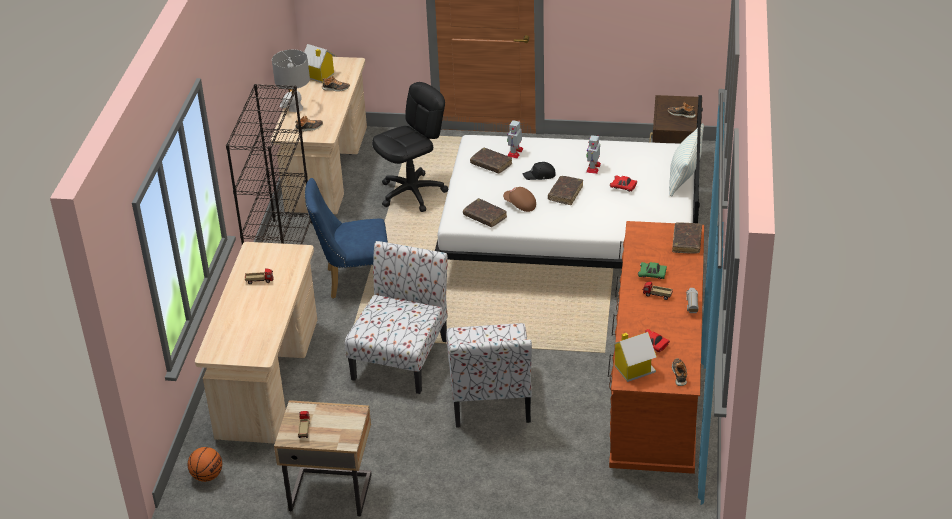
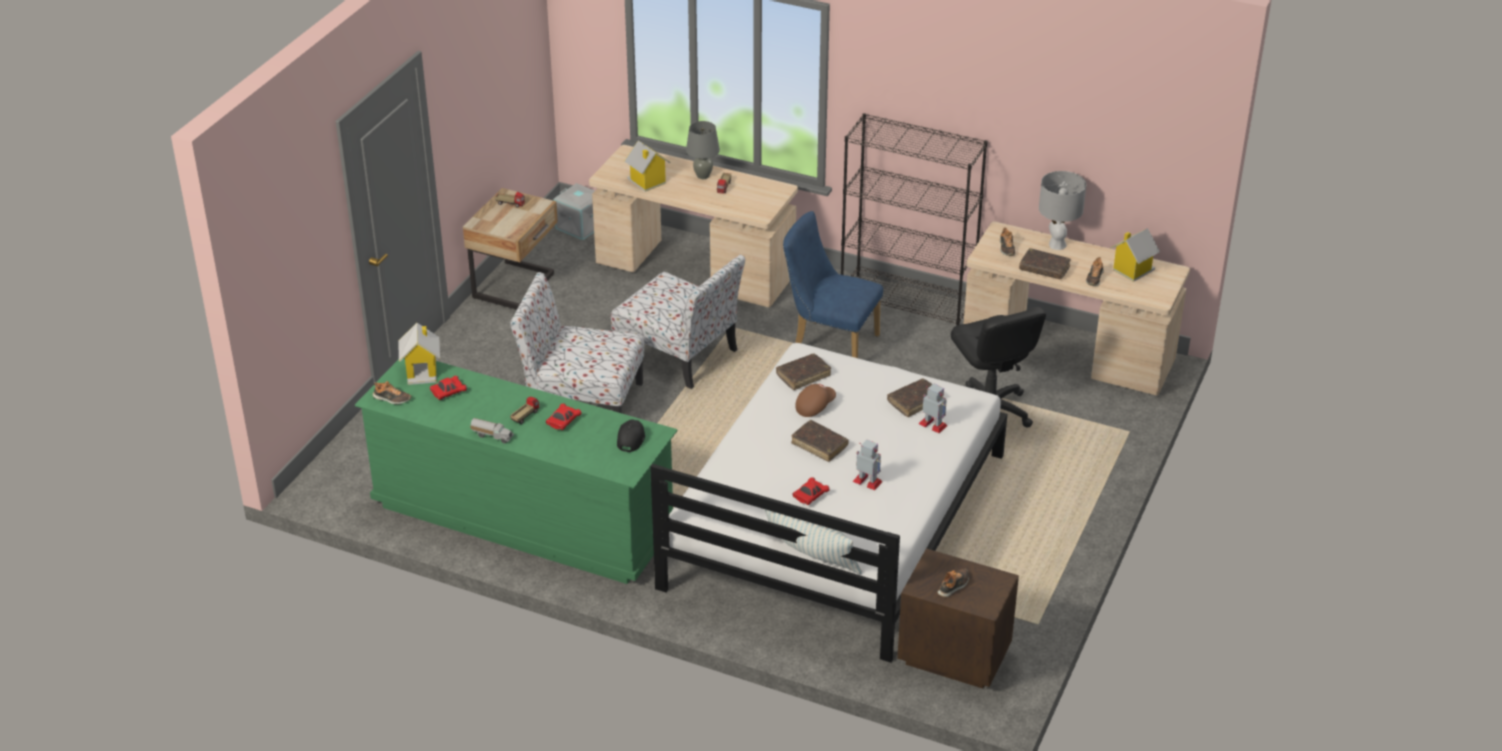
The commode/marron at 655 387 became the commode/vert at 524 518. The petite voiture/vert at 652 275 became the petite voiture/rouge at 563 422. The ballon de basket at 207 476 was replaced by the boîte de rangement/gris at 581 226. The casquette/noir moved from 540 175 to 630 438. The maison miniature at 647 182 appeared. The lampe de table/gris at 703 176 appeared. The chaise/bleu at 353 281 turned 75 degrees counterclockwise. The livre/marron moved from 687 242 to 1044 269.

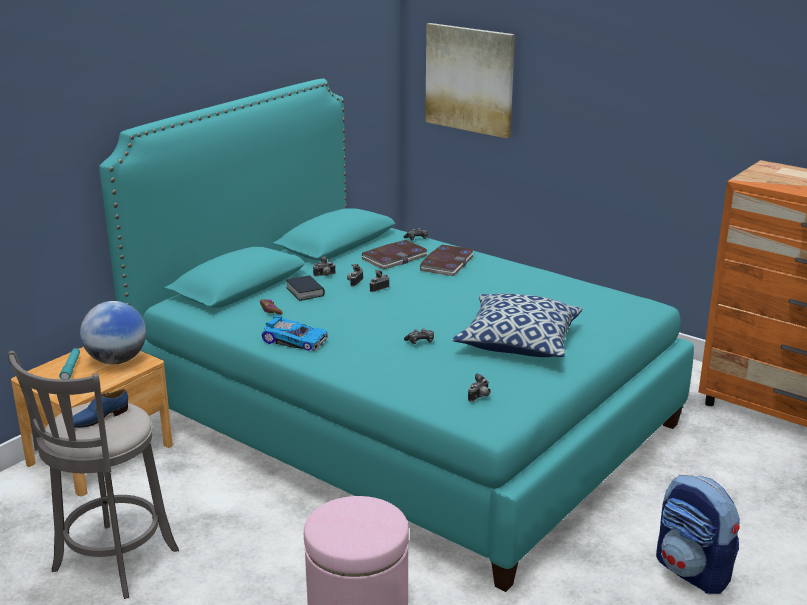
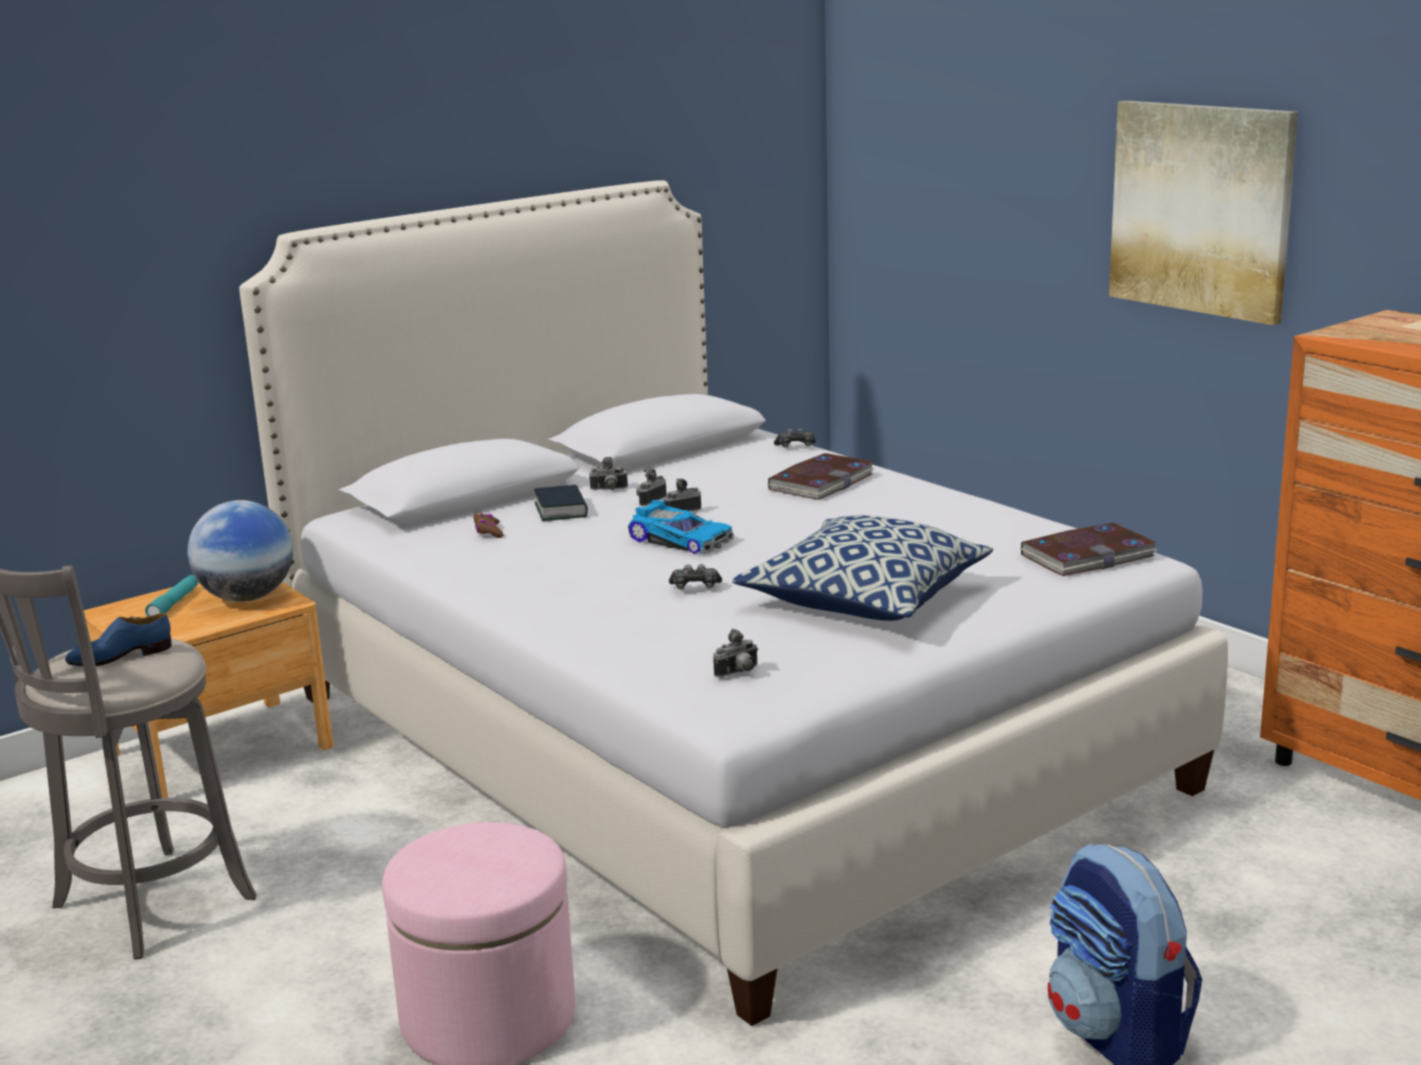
The lit/turquoise at 402 419 became the lit/blanc at 716 740. The petite voiture moved from 295 340 to 682 539. The livre moved from 394 257 to 1087 555. The tableau moved from 469 79 to 1201 209.

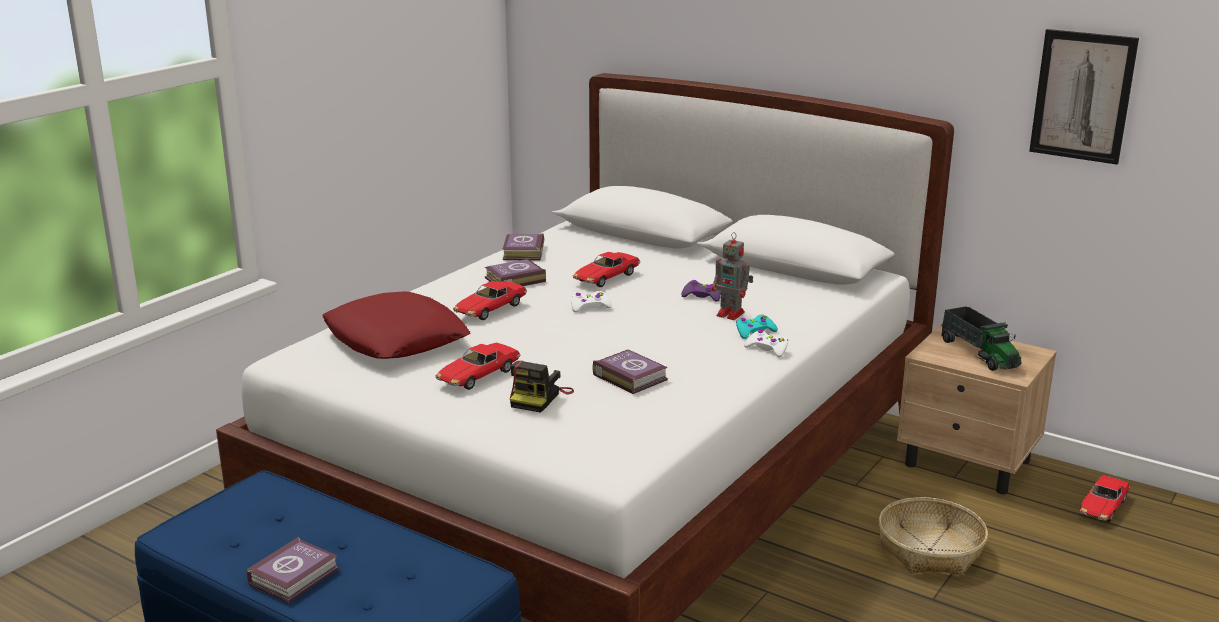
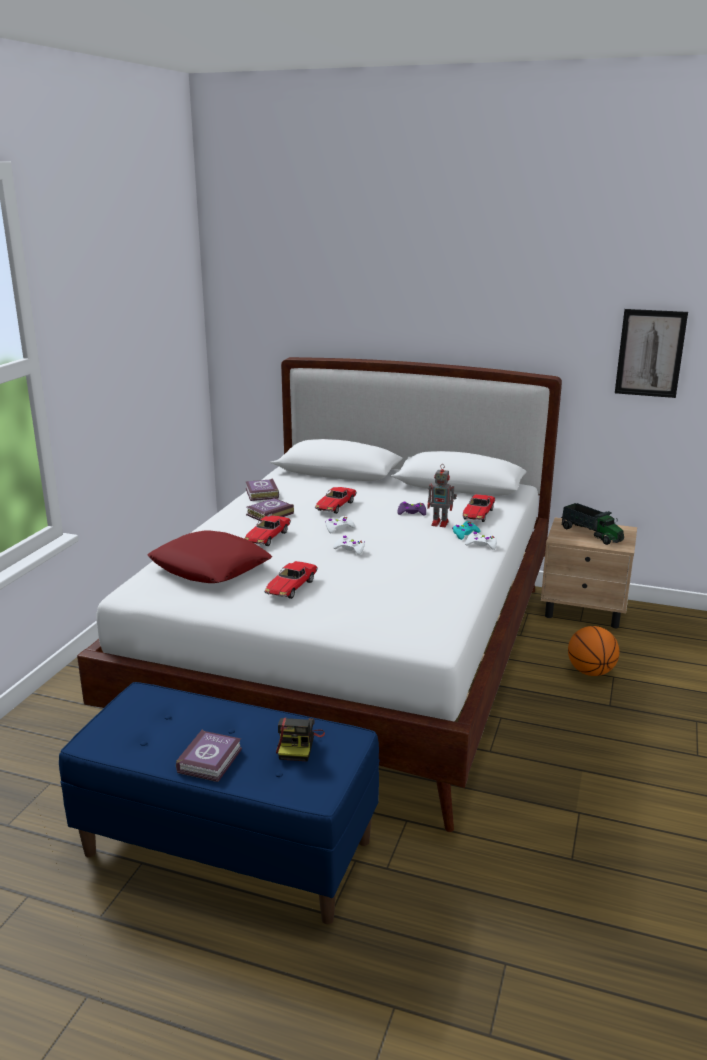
The appareil photo moved from 539 398 to 298 744. The manette/blanc at 350 549 appeared. The petite voiture moved from 1102 507 to 478 514. The panier at 930 549 was replaced by the ballon de basket at 590 672. The livre at 630 376 disappeared.

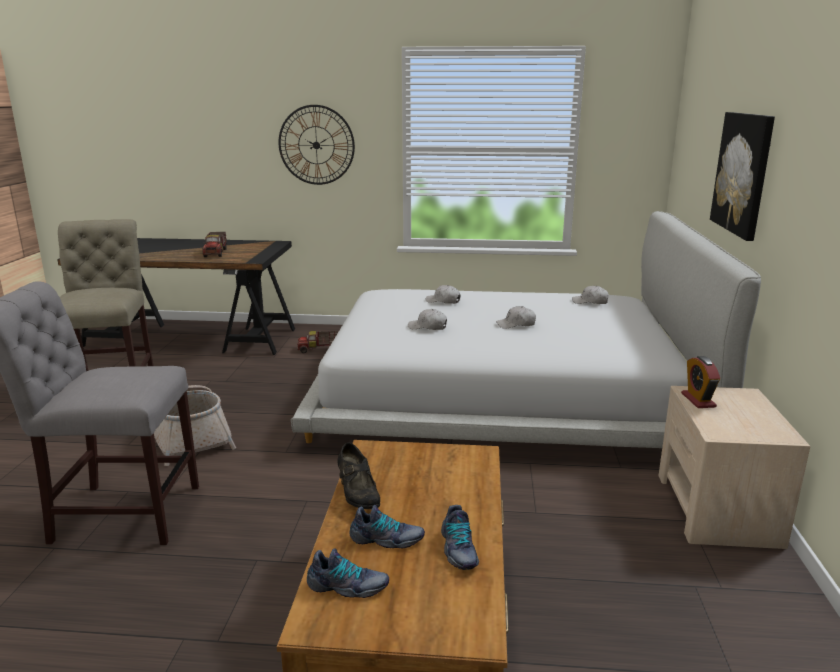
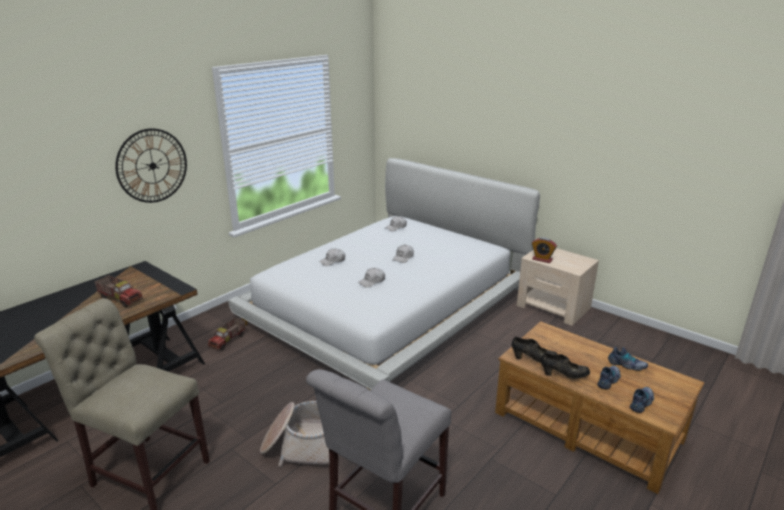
The chaussure/noir at 533 359 appeared. The tableau at 743 173 disappeared.

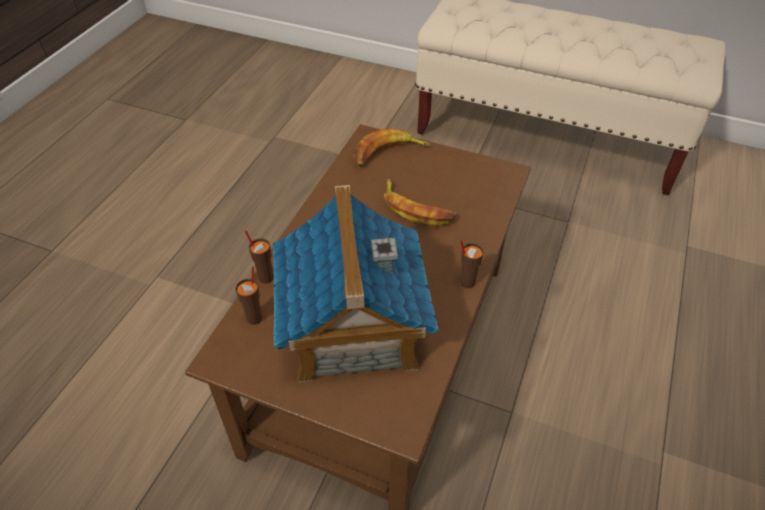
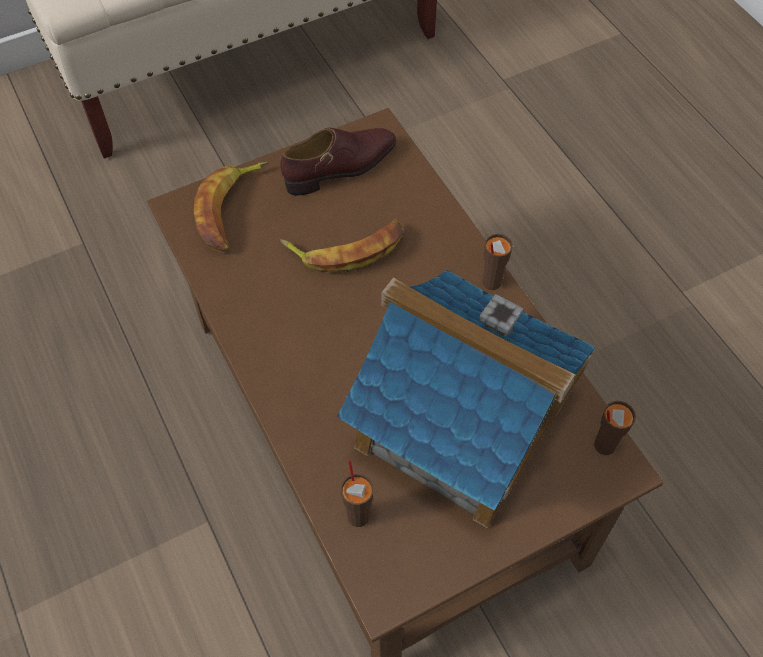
The chaussure/marron at 341 167 appeared. The tasse/marron moved from 265 277 to 603 445.

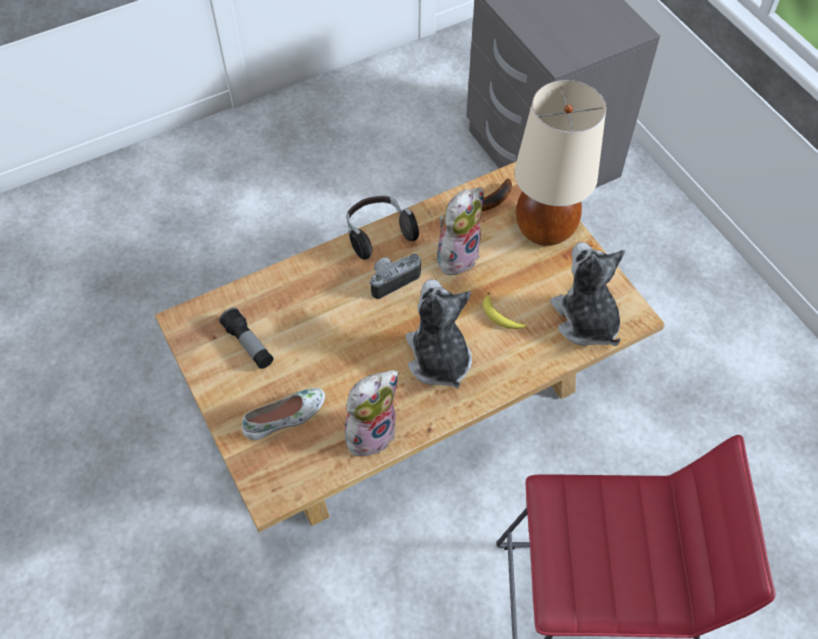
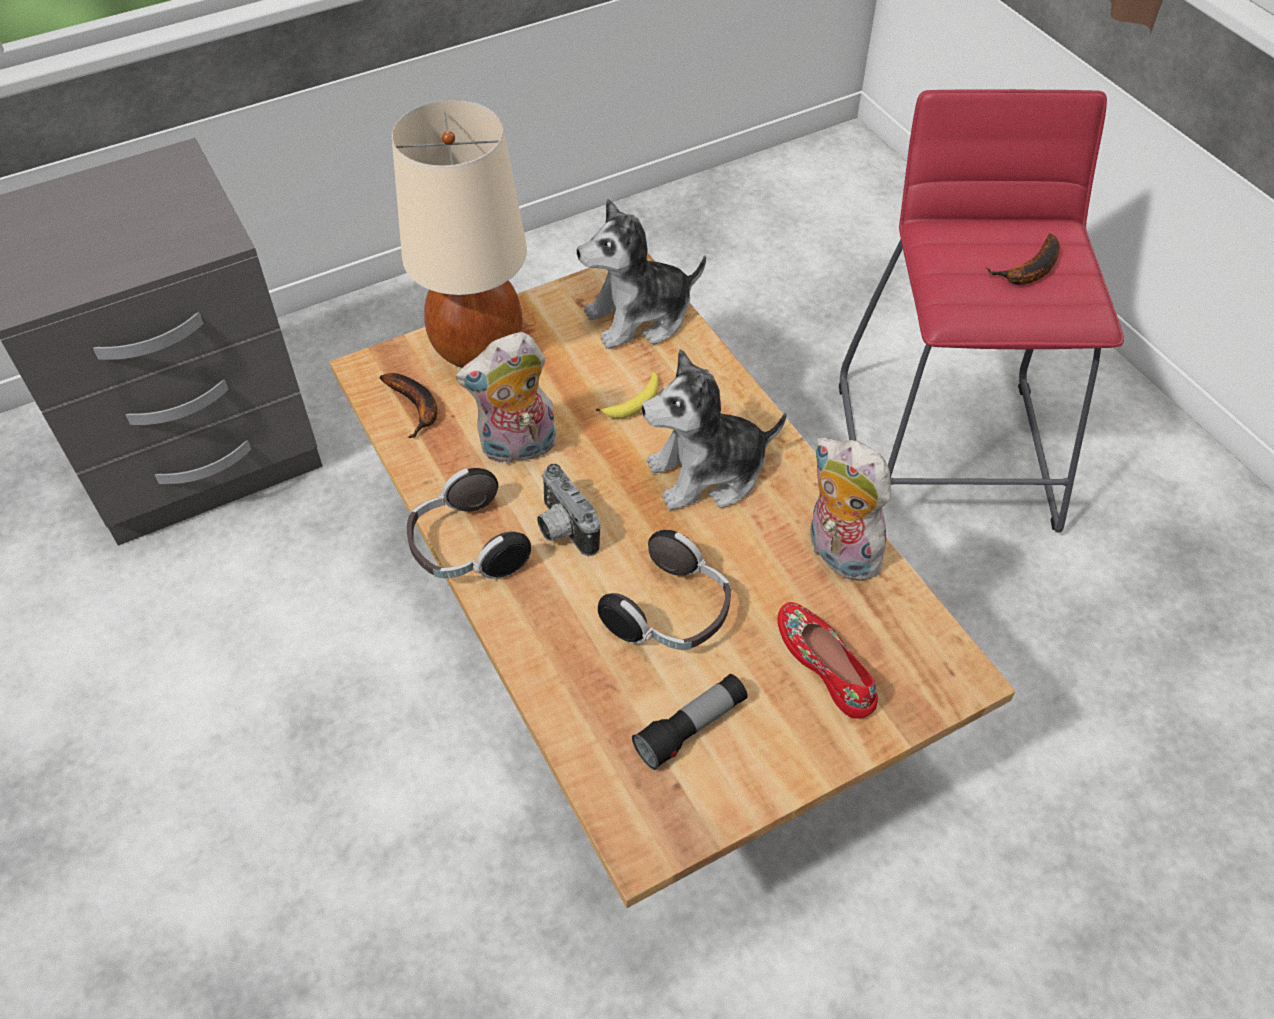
The peluche at 456 255 turned 60 degrees counterclockwise. The casque audio at 671 614 appeared. The chaussure/blanc at 285 417 became the chaussure/rouge at 826 664. The banane at 1030 271 appeared.

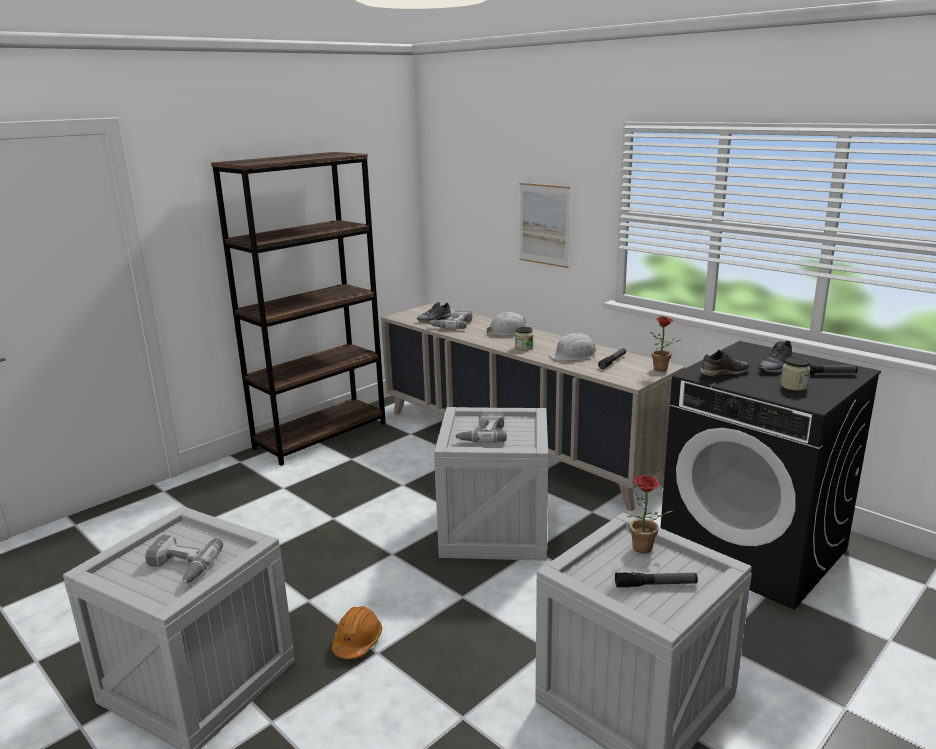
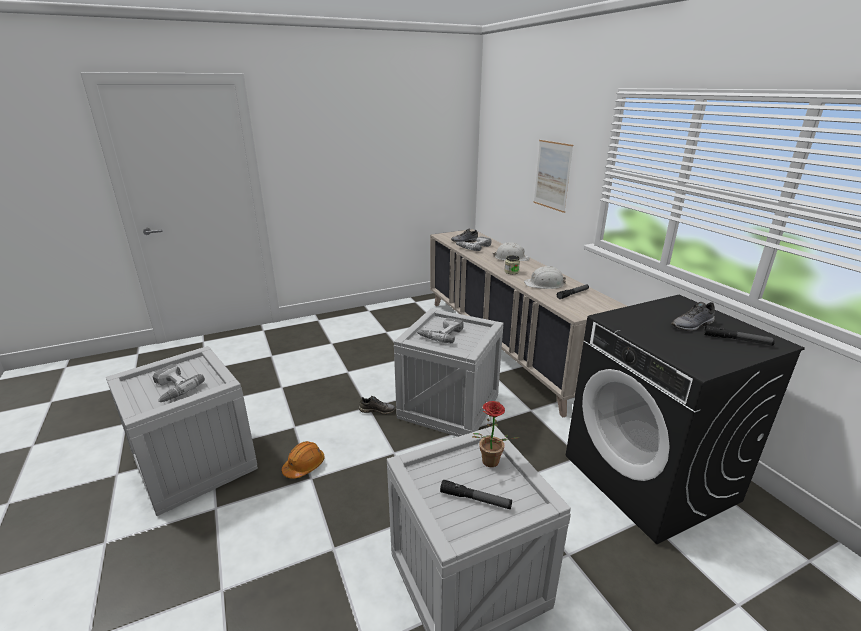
The chaussure/gris moved from 723 373 to 377 410. The bibliothèque/marron at 321 435 disappeared. The plante en pot at 663 369 disappeared. The bocal at 793 386 disappeared.

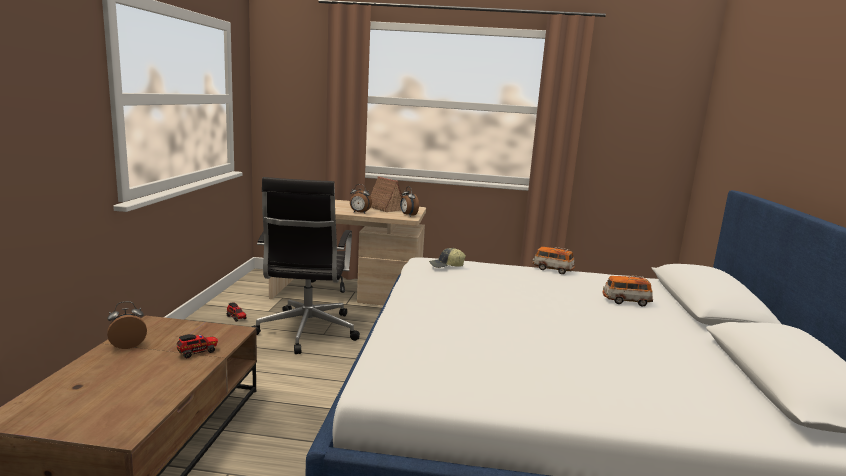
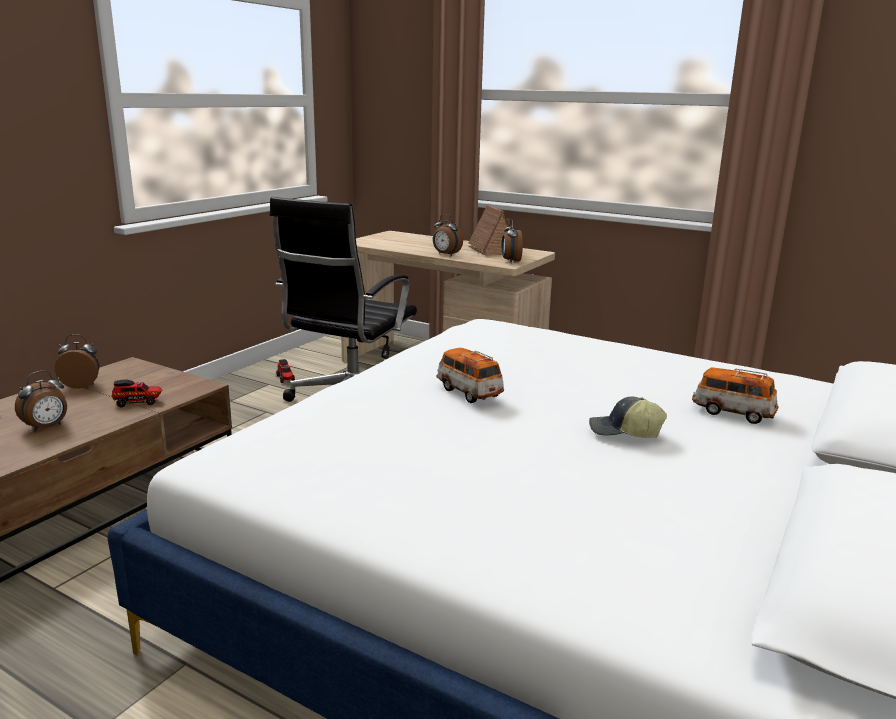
The réveil at 47 427 appeared. The petite voiture moved from 552 269 to 469 392. The casquette moved from 446 266 to 624 432.

